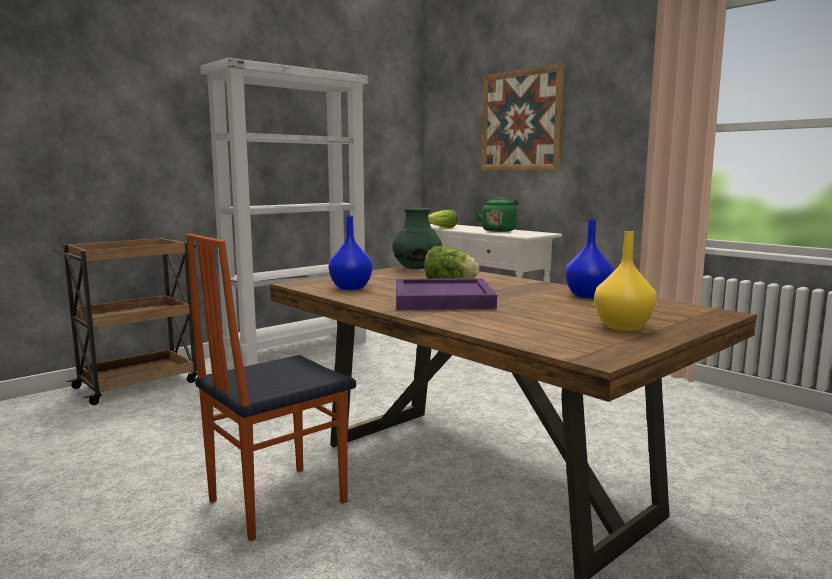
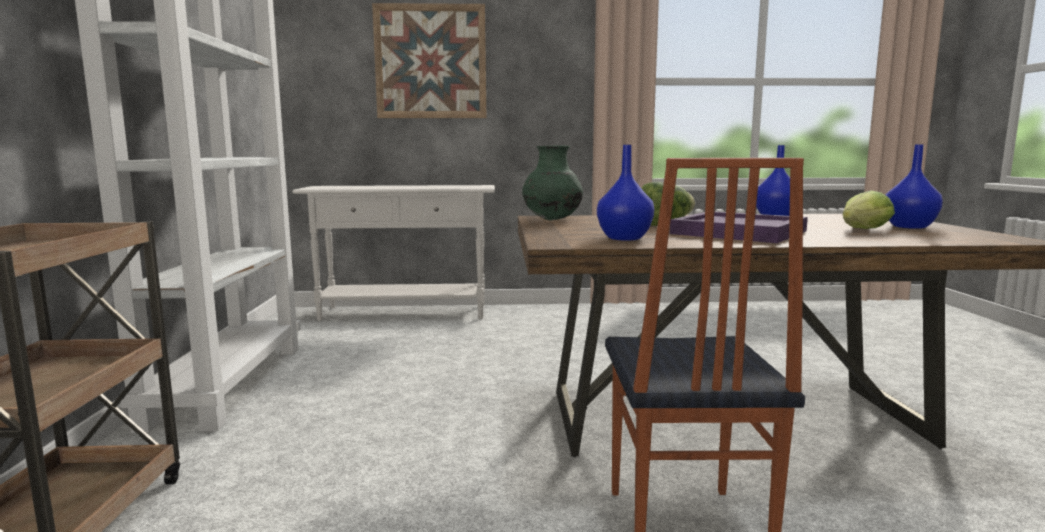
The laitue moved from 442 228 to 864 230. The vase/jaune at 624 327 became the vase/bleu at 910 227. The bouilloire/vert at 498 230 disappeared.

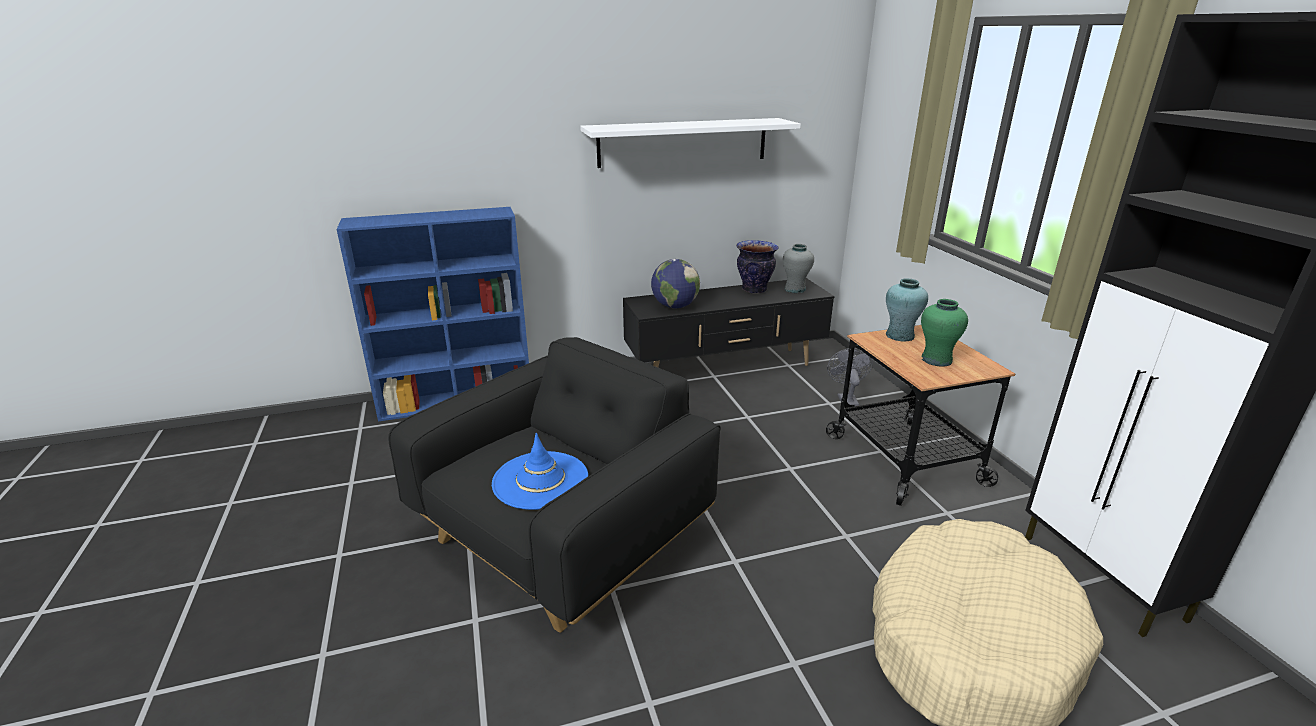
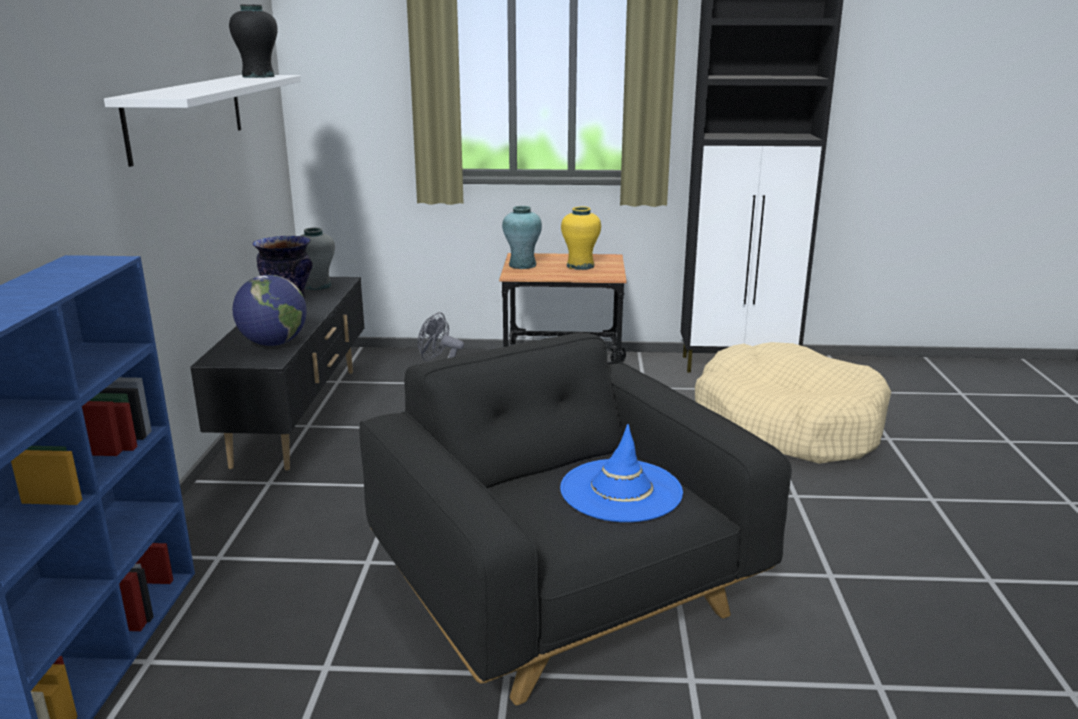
The vase/noir at 258 76 appeared. The vase/vert at 936 360 became the vase/jaune at 580 266.

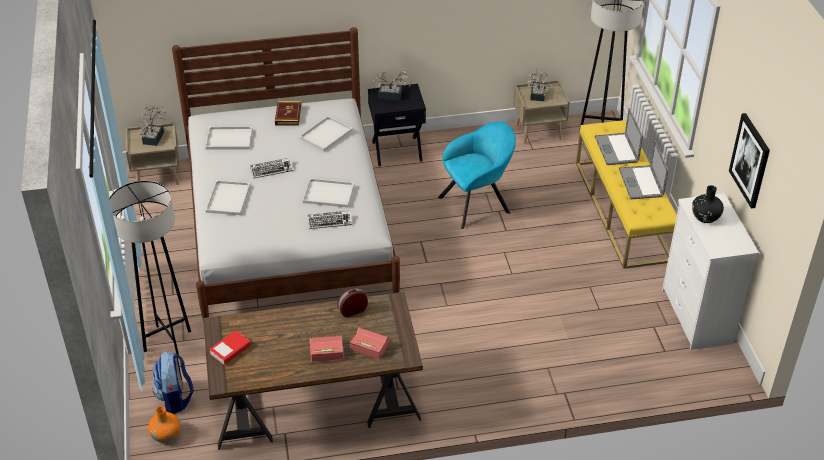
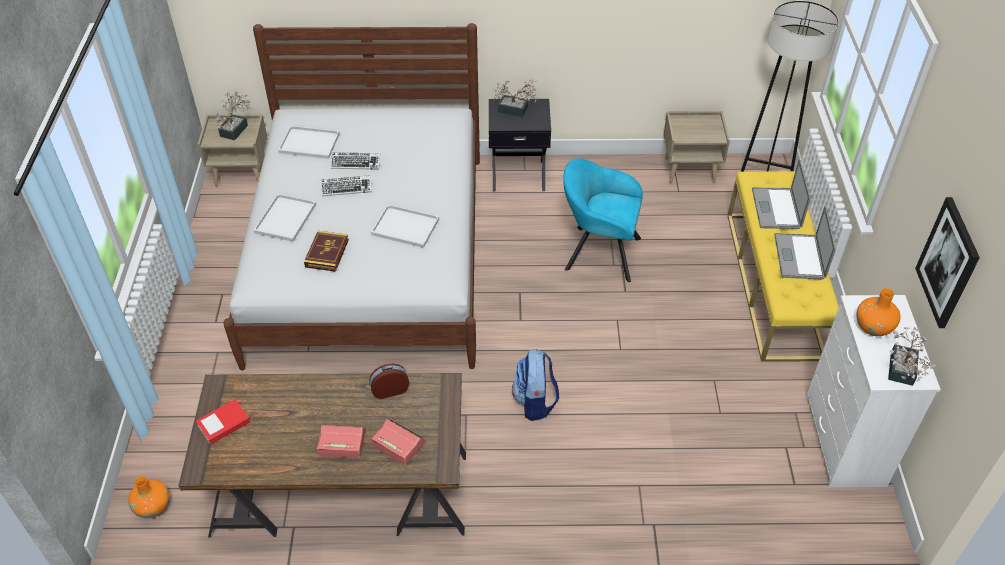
The livre moved from 288 115 to 327 253. The clavier moved from 329 222 to 356 163. The sac à dos moved from 175 398 to 535 402. The fauteuil/turquoise at 477 203 turned 150 degrees counterclockwise. The vase/noir at 705 217 became the vase/orange at 873 327. The plante en pot moved from 537 96 to 900 372. The lampadaire/noir at 167 341 disappeared. The plateau/blanc at 325 135 disappeared.

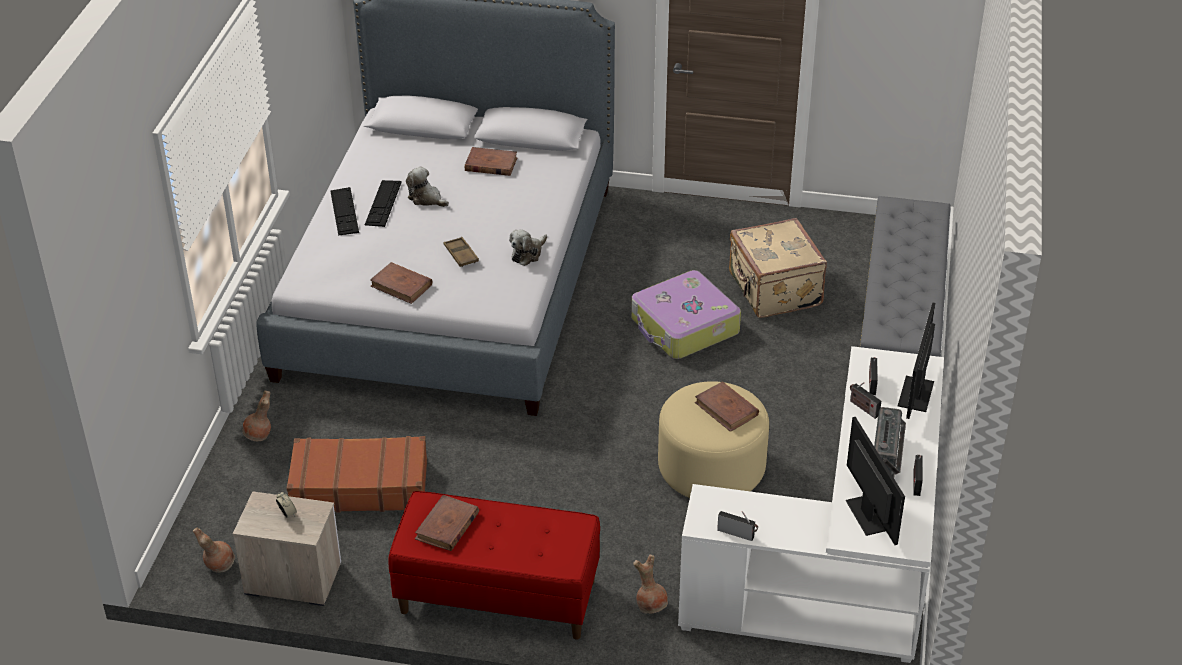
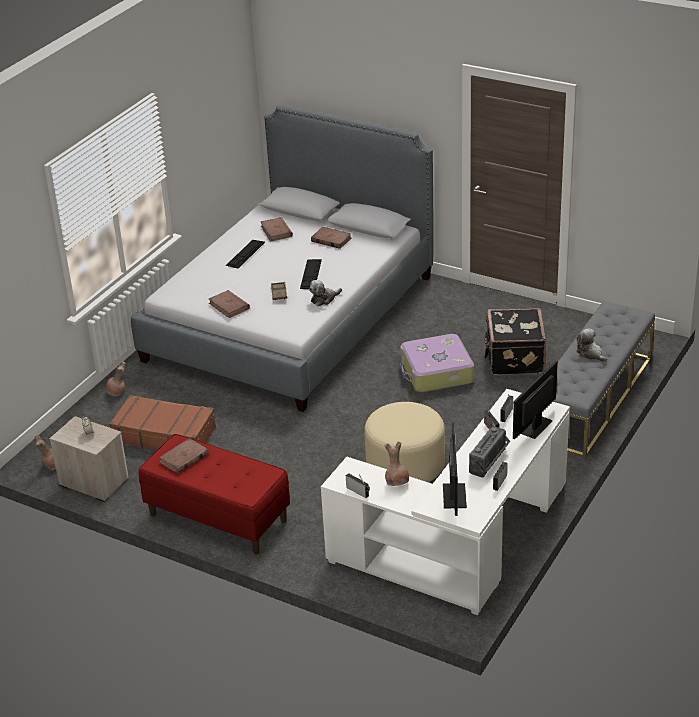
The livre/marron moved from 726 409 to 276 231. The clavier moved from 344 211 to 310 274. The vase/marron moved from 651 605 to 397 482. The valise/beige at 773 290 became the valise/noir at 513 359. The peluche moved from 426 199 to 590 354.

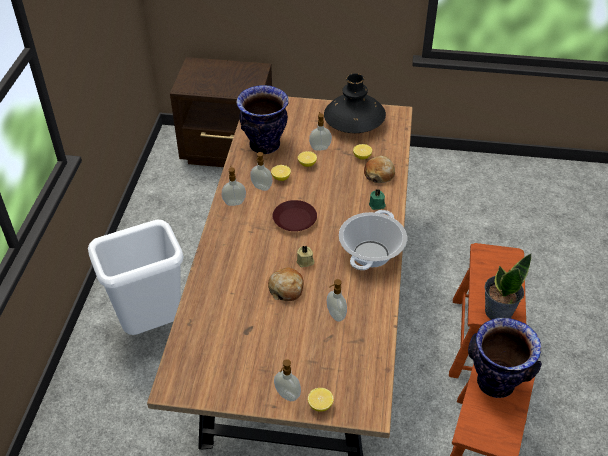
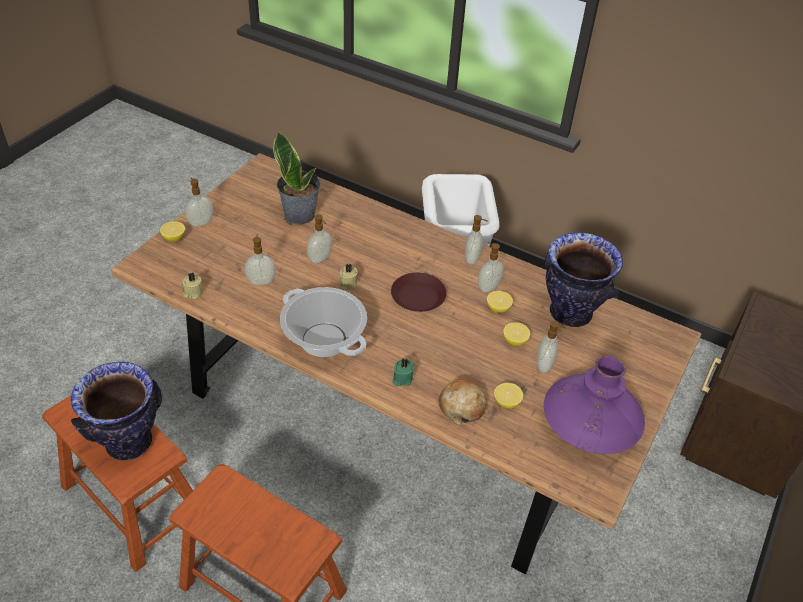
The bougie/beige at 193 292 appeared. The plante en pot moved from 497 311 to 300 214. The pain at 286 288 was replaced by the distributeur de savon at 320 259. The vase/noir at 354 123 became the vase/violet at 590 424.

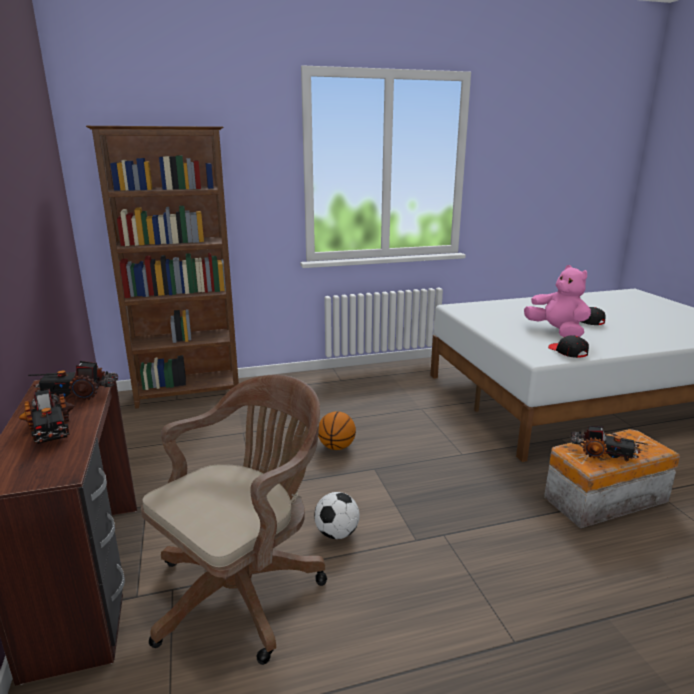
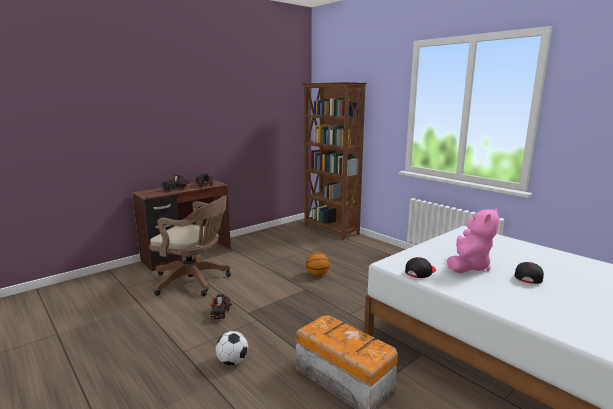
The camion jouet moved from 603 454 to 220 313. The ballon de foot moved from 336 533 to 232 361.

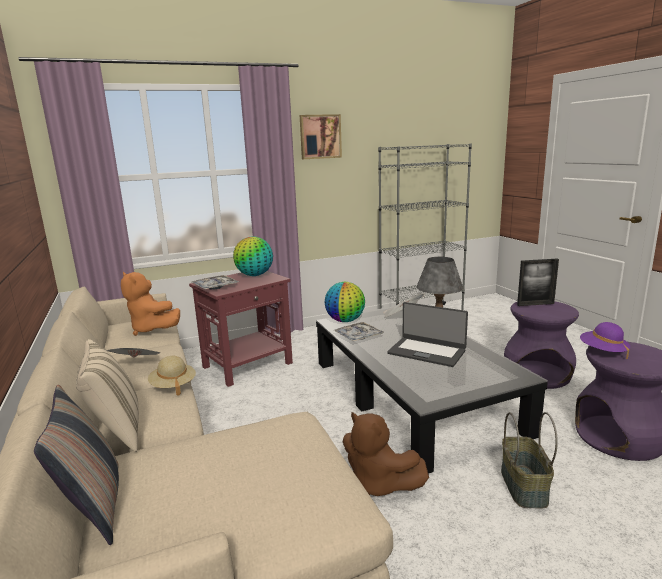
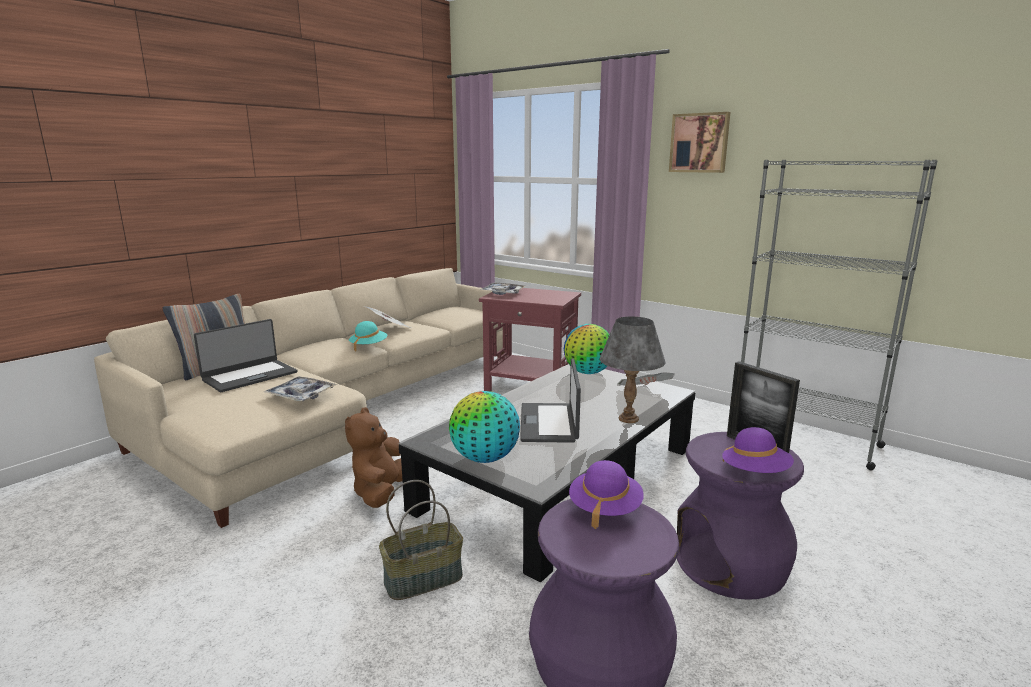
The ordinateur portable at 249 376 appeared. The plateau moved from 358 336 to 301 395. The chapeau/beige at 173 386 became the chapeau/turquoise at 368 346. The globe moved from 255 275 to 484 458. The chapeau/violet at 755 472 appeared. The coussin/beige at 116 431 disappeared. The peluche/orange at 152 329 disappeared.

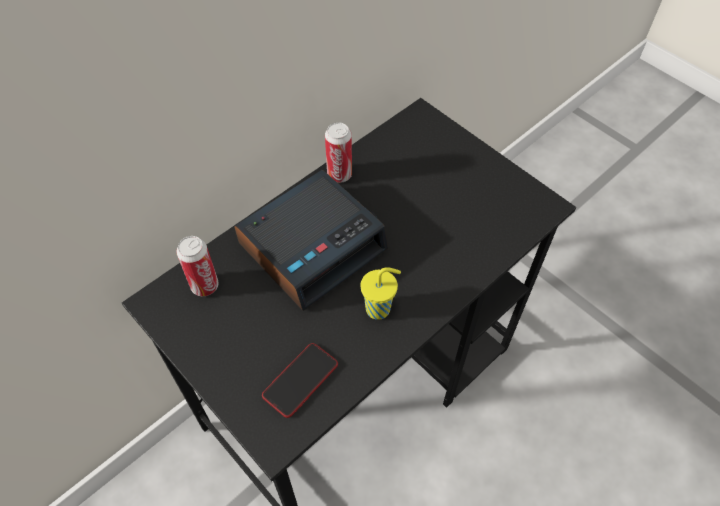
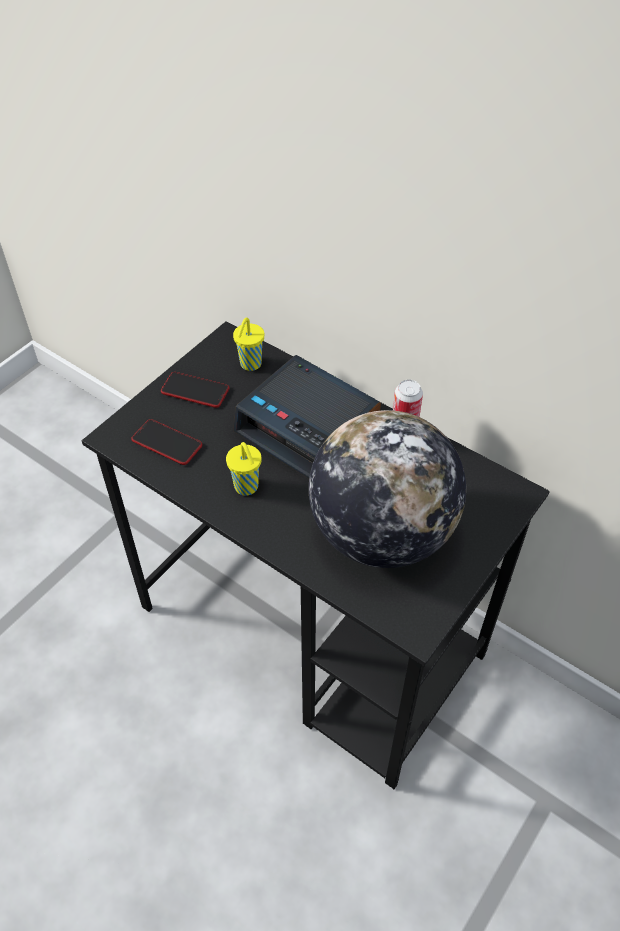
The téléphone at 195 391 appeared. The boîte métallique at 205 286 was replaced by the tasse/jaune at 250 365. The globe at 381 534 appeared.

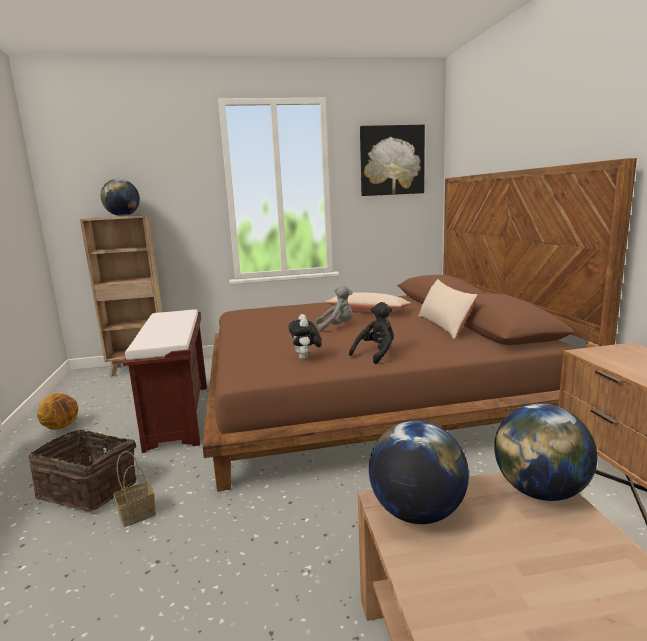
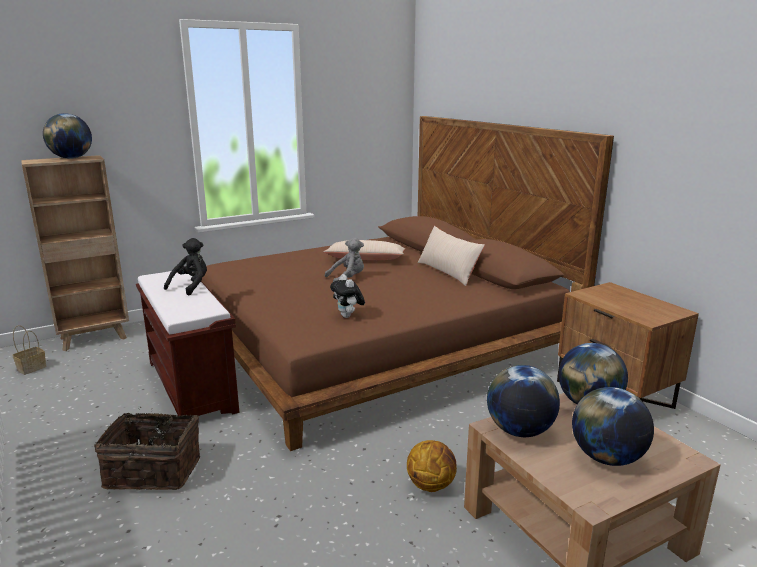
The panier moved from 138 513 to 32 368. The peluche/noir moved from 376 354 to 191 286. The ballon de basket moved from 62 427 to 431 485. The globe at 606 458 appeared. The tableau at 391 160 disappeared.

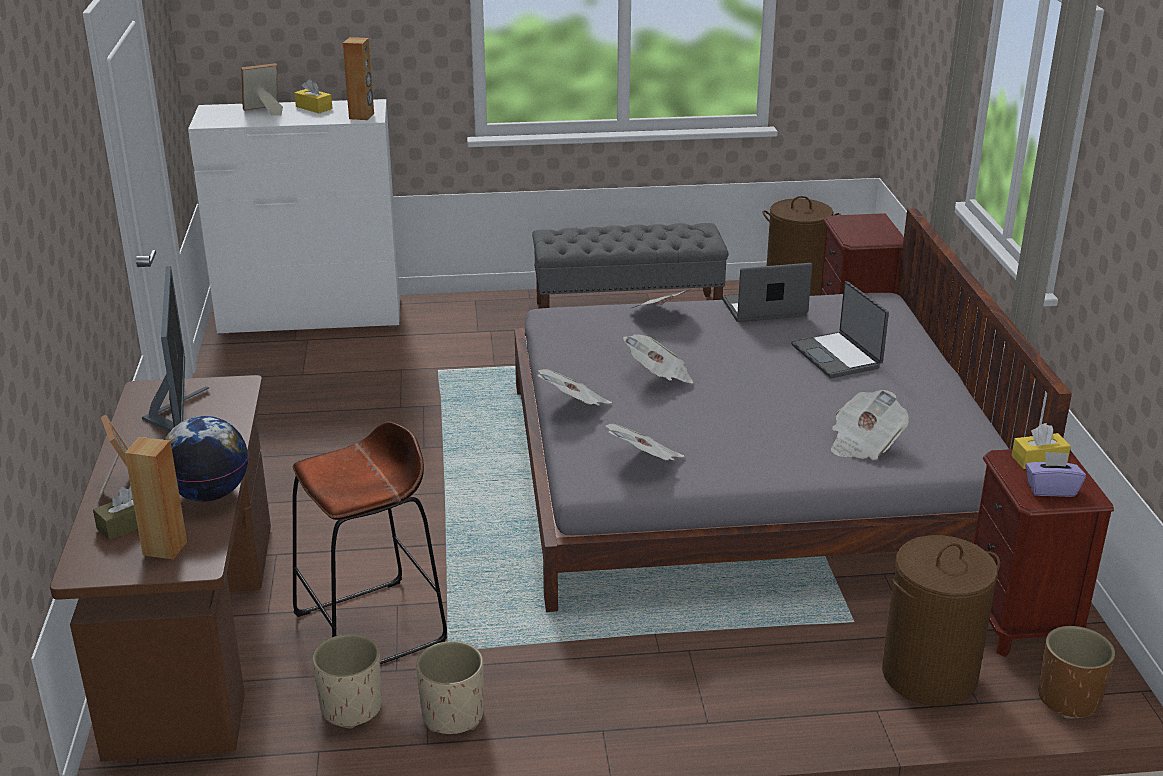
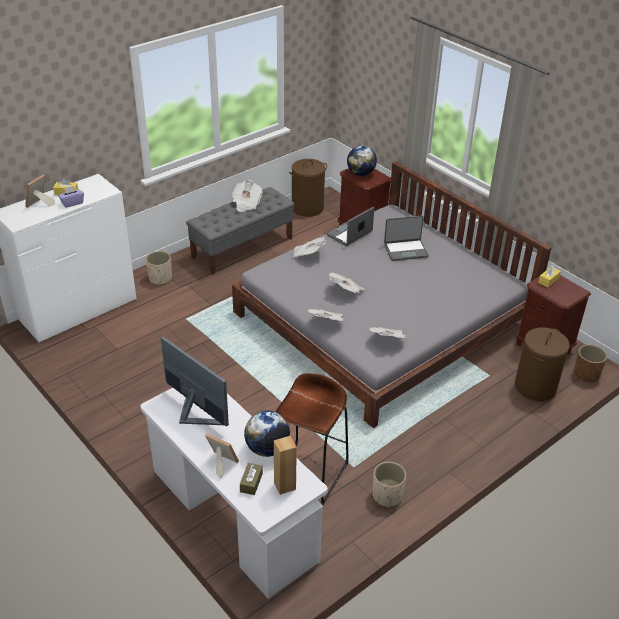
The boîte à mouchoirs/violet moved from 1051 489 to 72 203. The bureau/marron at 194 633 became the bureau/blanc at 233 516. The cache-pot/beige moved from 351 708 to 160 278. The journal moved from 864 443 to 246 203. The globe at 360 174 appeared. The ordinateur portable at 837 356 turned 45 degrees counterclockwise. The enceinte/marron at 362 116 disappeared.

